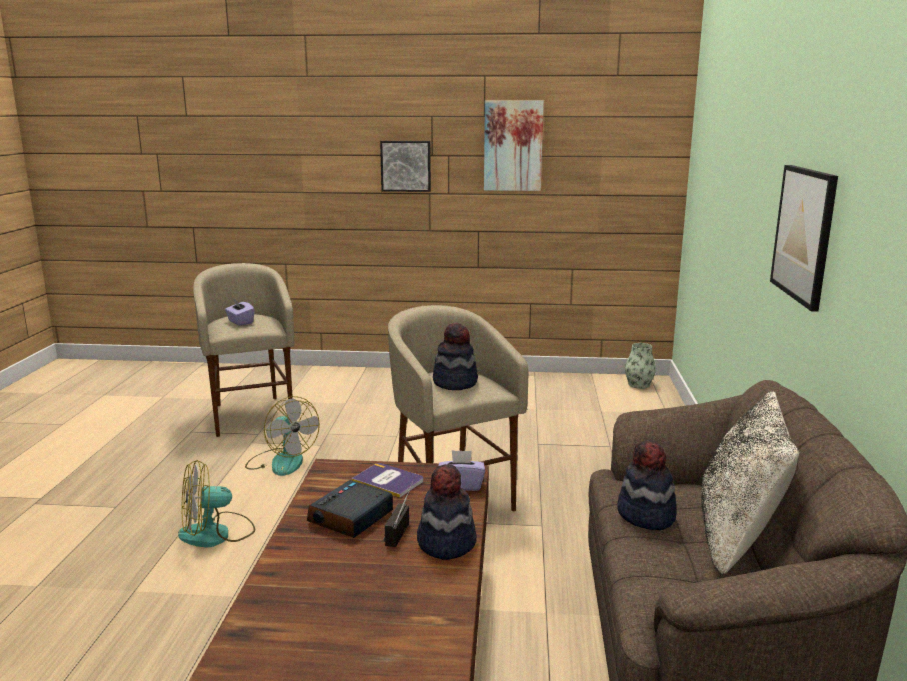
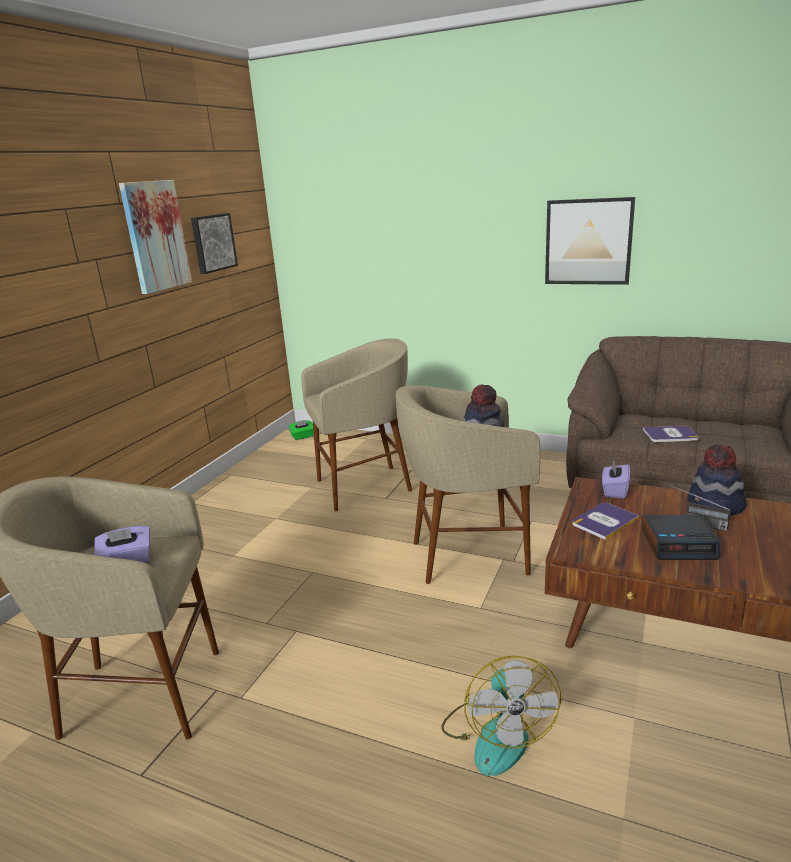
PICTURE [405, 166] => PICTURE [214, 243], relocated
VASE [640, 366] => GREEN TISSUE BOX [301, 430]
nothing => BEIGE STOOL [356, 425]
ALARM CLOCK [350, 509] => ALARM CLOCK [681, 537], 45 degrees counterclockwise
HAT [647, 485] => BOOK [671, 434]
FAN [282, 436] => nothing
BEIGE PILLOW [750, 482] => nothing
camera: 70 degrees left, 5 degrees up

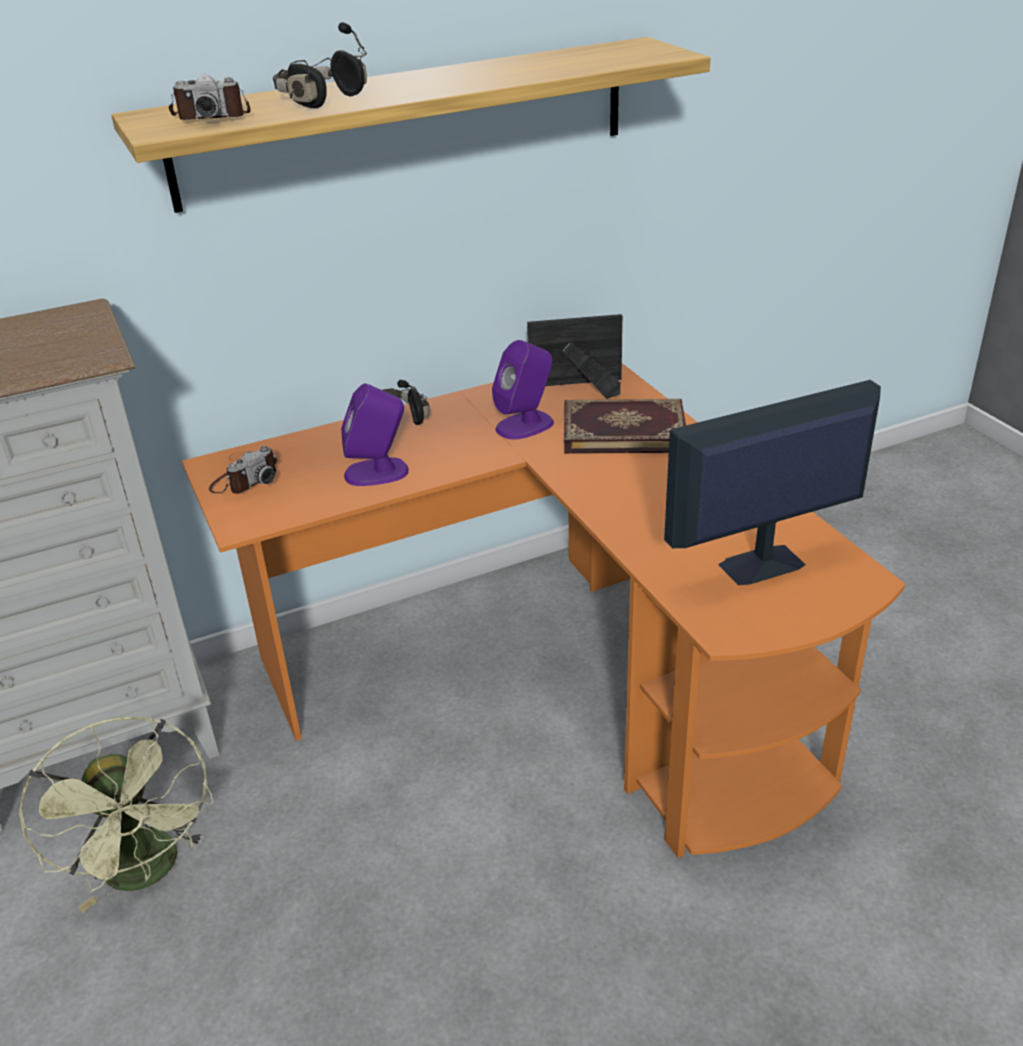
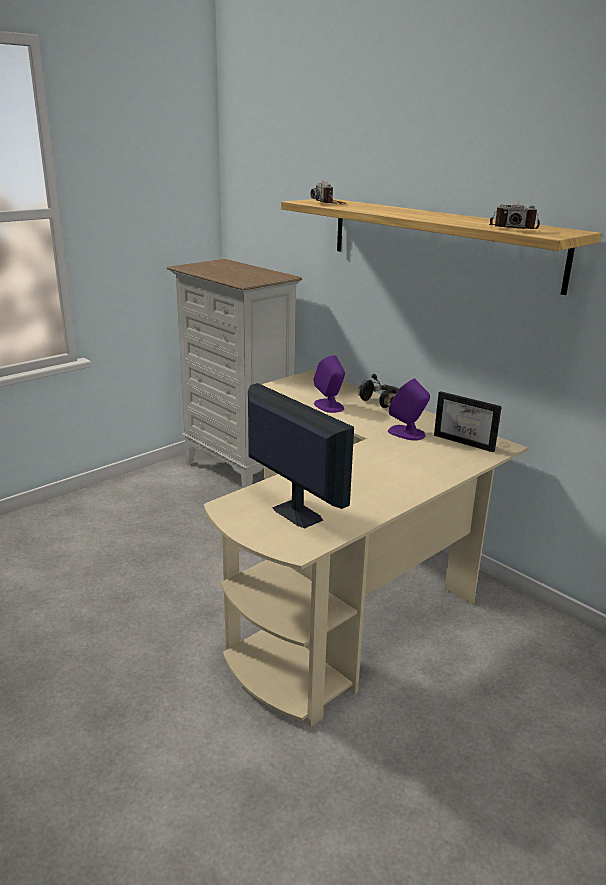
ORANGE DESK [543, 610] => BEIGE DESK [366, 548]
PICTURE FRAME [575, 356] => PICTURE FRAME [468, 421], 150 degrees clockwise
PHOTO CAMERA [243, 470] => PHOTO CAMERA [514, 215], relocated
GREEN FAN [116, 815] => nothing
BLACK HEADPHONES [320, 65] => nothing
BOOK [625, 426] => nothing
camera: 70 degrees right, 10 degrees down

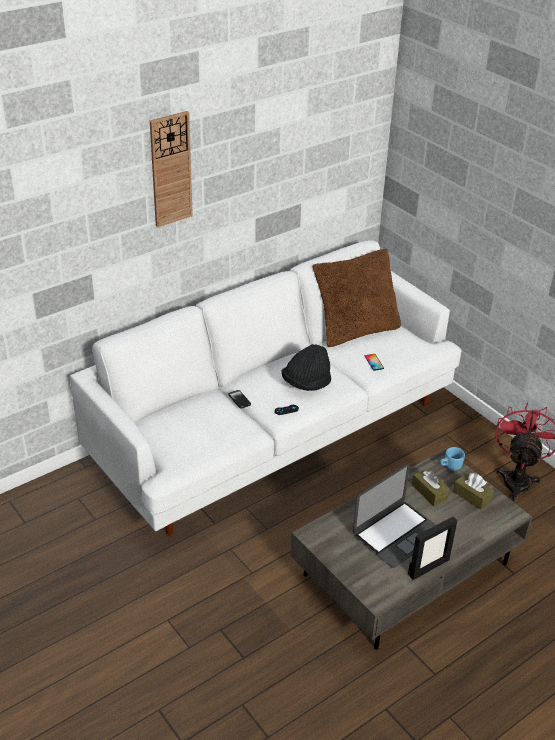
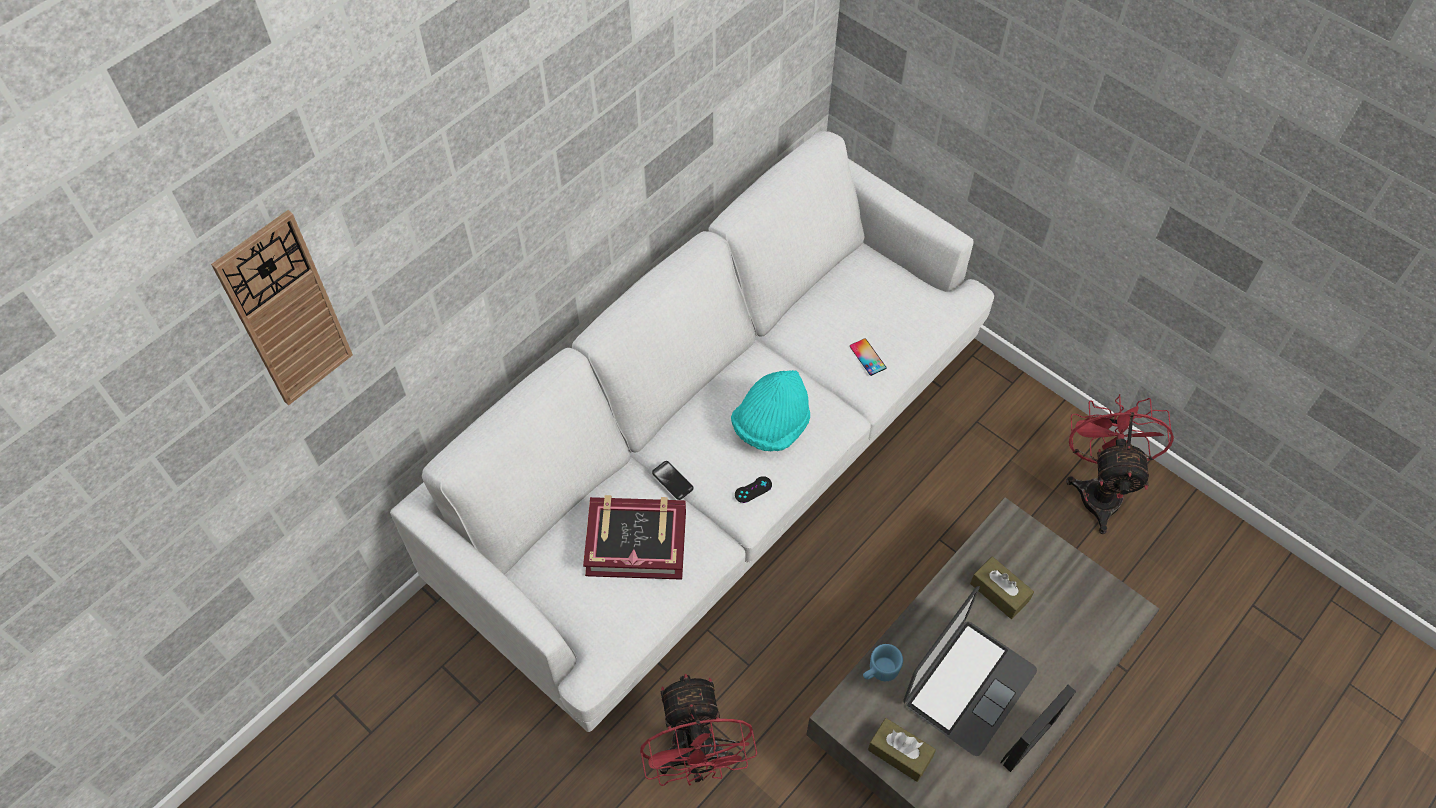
WALL CLOCK [171, 169] => WALL CLOCK [282, 307], relocated
nothing => BOOK [634, 537]
nothing => RED FAN [698, 729]
BLACK HAT [306, 367] => TURQUOISE HAT [770, 410]
BLUE MUG [452, 459] => BLUE MUG [883, 662], relocated
BROWN TISSUE BOX [473, 491] => BROWN TISSUE BOX [902, 750], relocated
BROWN PILLOW [357, 298] => nothing
camera: 10 degrees left, 20 degrees up

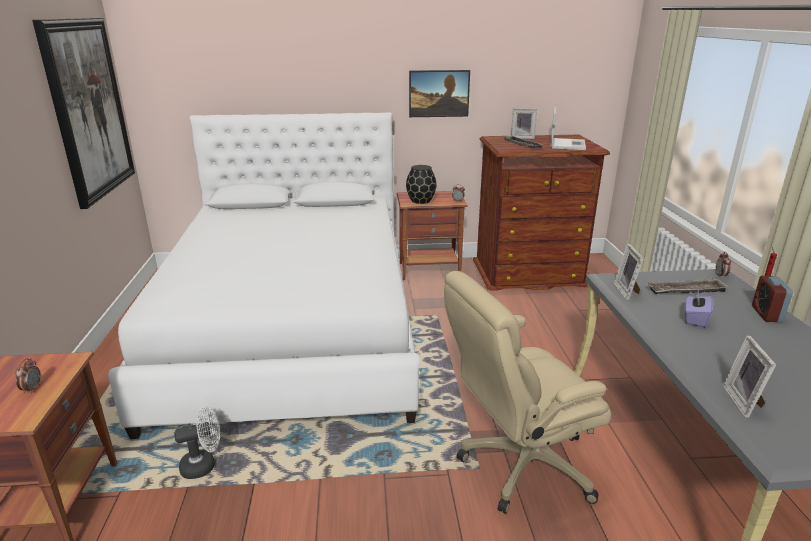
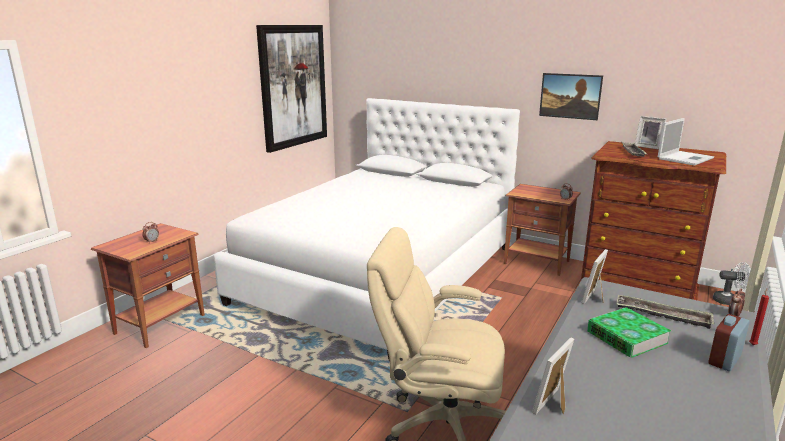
PURPLE TISSUE BOX [699, 309] => BOOK [629, 332]
WHITE FAN [197, 442] => WHITE FAN [732, 283], relocated
BLACK VASE [421, 184] => nothing
camera: 35 degrees right, 5 degrees down

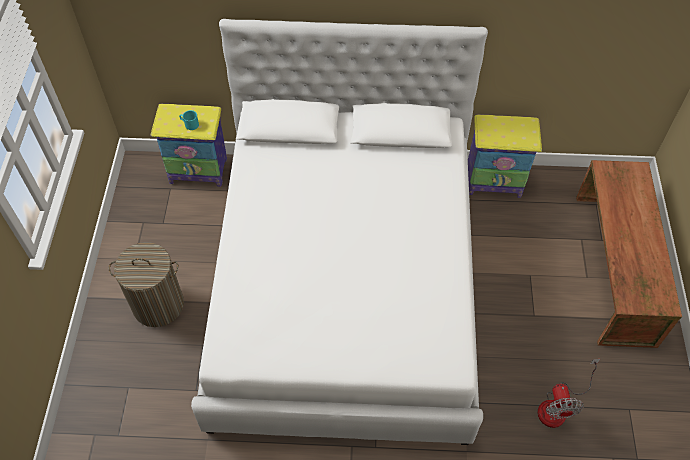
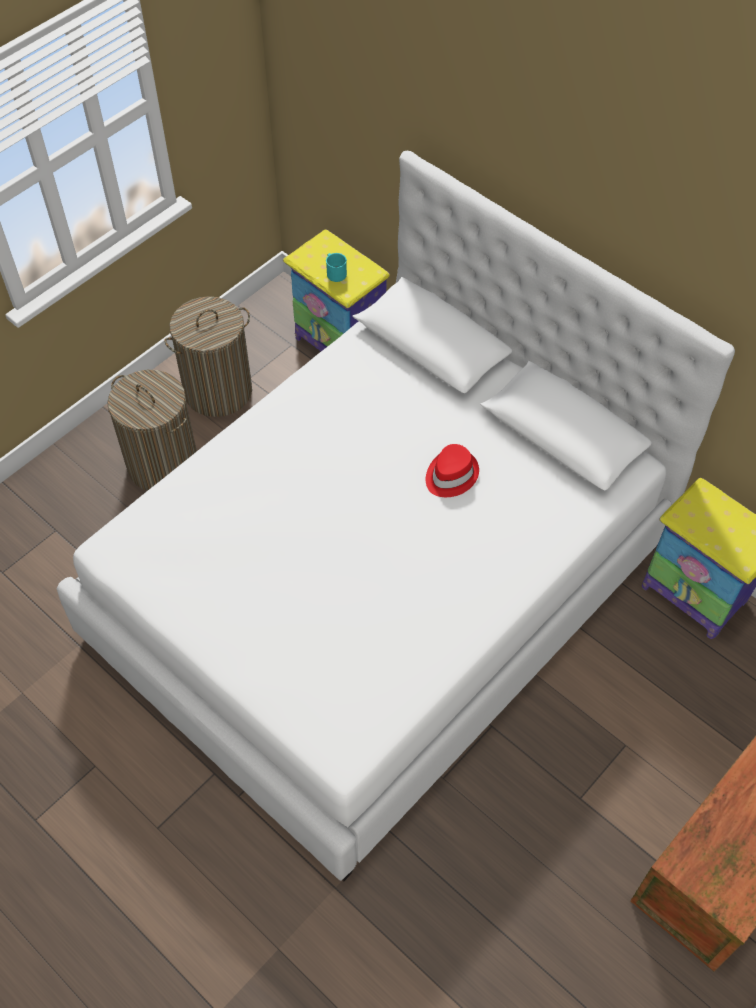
nothing => LAUNDRY BASKET [208, 356]
nothing => RED HAT [452, 470]
FAN [568, 393] => nothing
camera: 40 degrees right, 0 degrees up

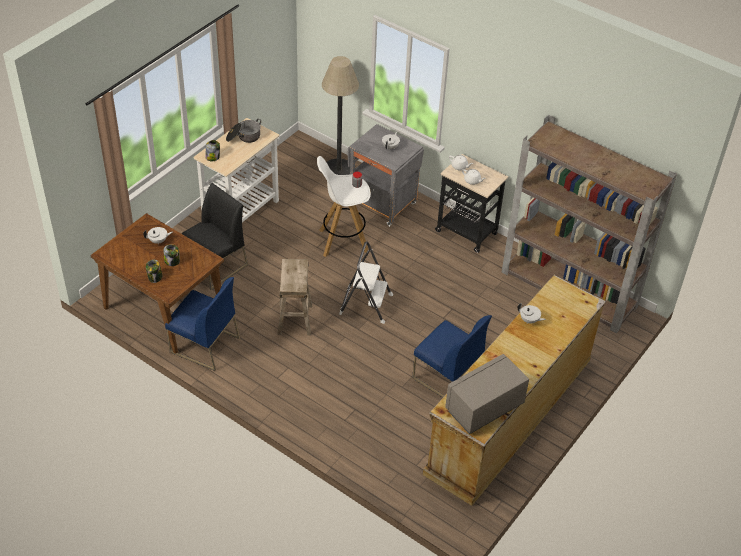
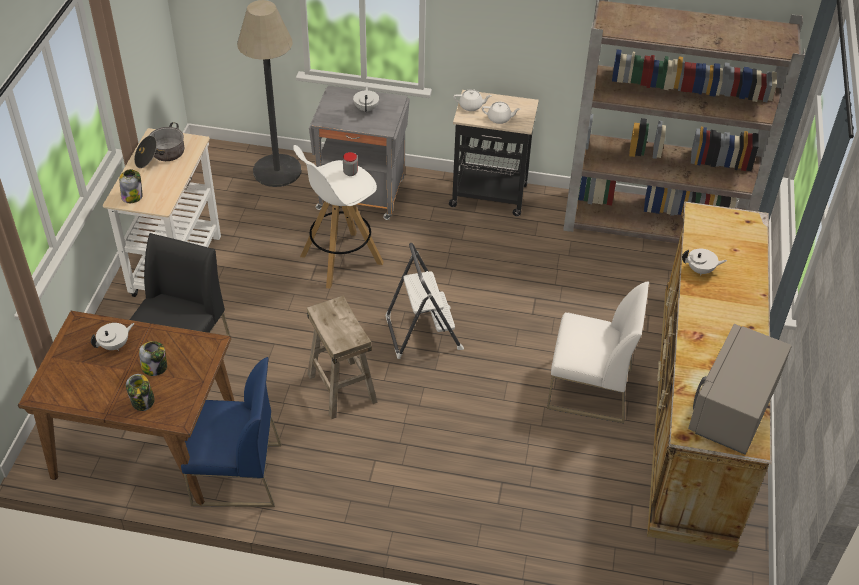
BLUE CHAIR [452, 356] => WHITE CHAIR [598, 352]
camera: 25 degrees left, 0 degrees up

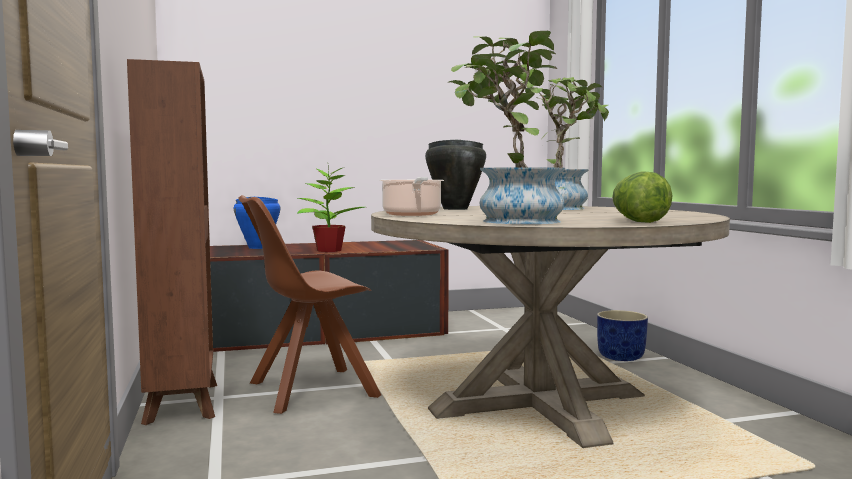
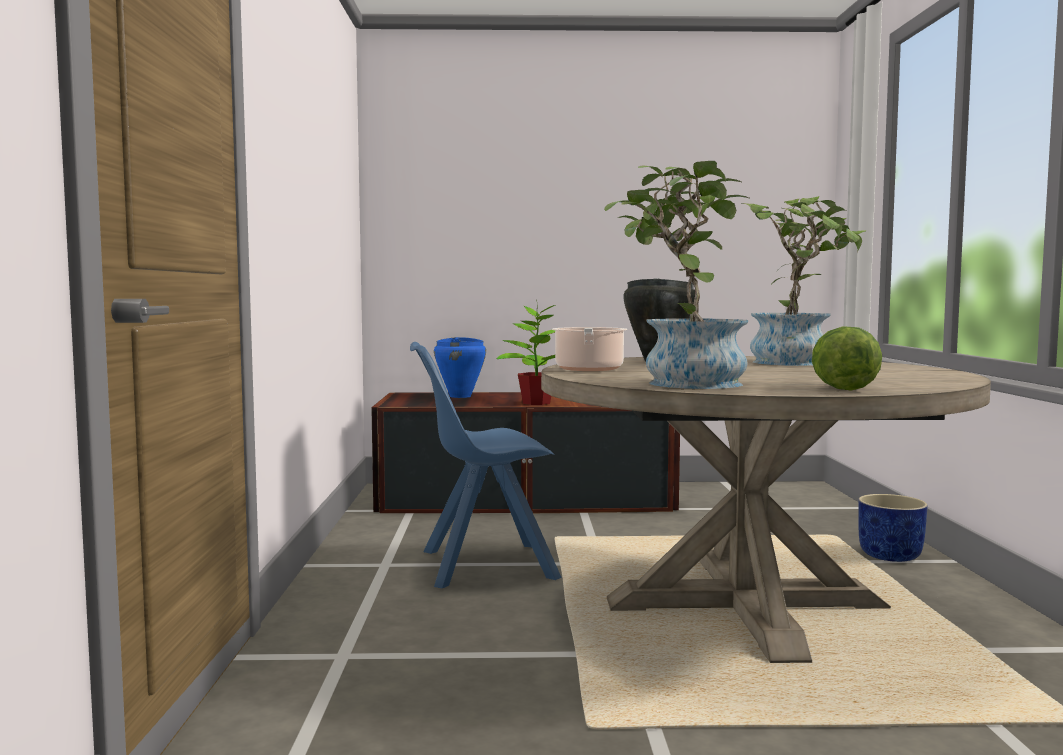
BROWN CHAIR [309, 304] => BLUE CHAIR [486, 465]
BROWN BOOKCASE [172, 242] => nothing
camera: 15 degrees right, 0 degrees up

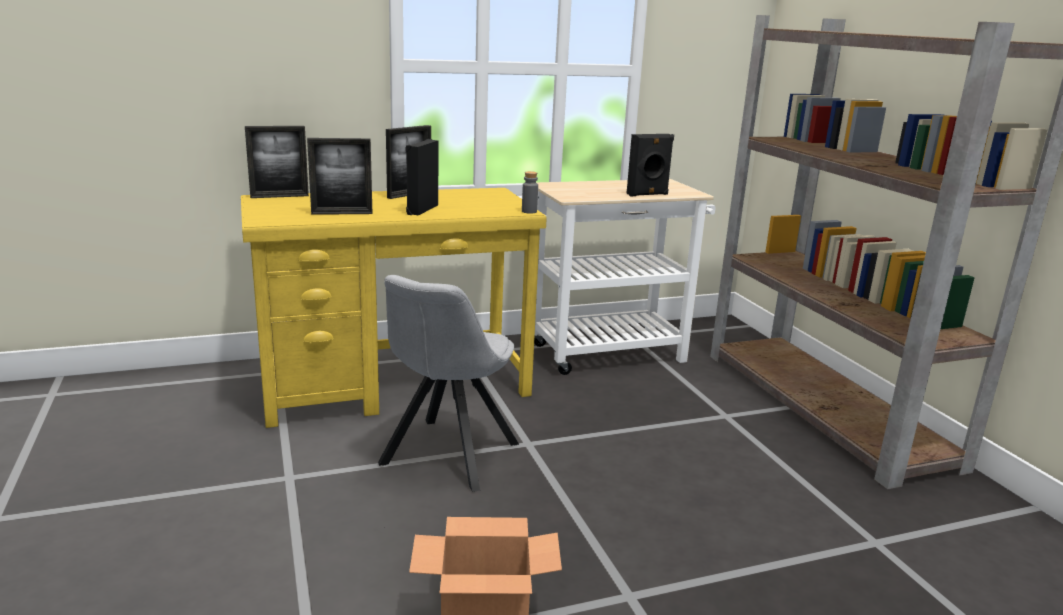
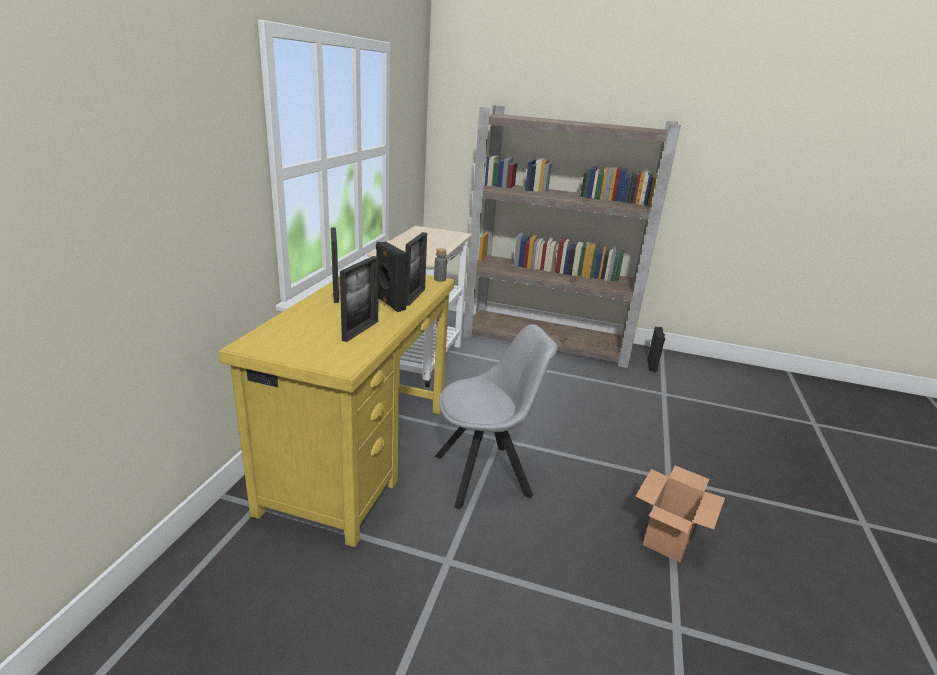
PICTURE FRAME [277, 162] => PICTURE FRAME [416, 269], relocated
GREY CHAIR [448, 383] => GREY CHAIR [496, 417], 75 degrees counterclockwise
BLACK SPEAKER [650, 165] => BLACK SPEAKER [656, 349], relocated
camera: 55 degrees left, 5 degrees up

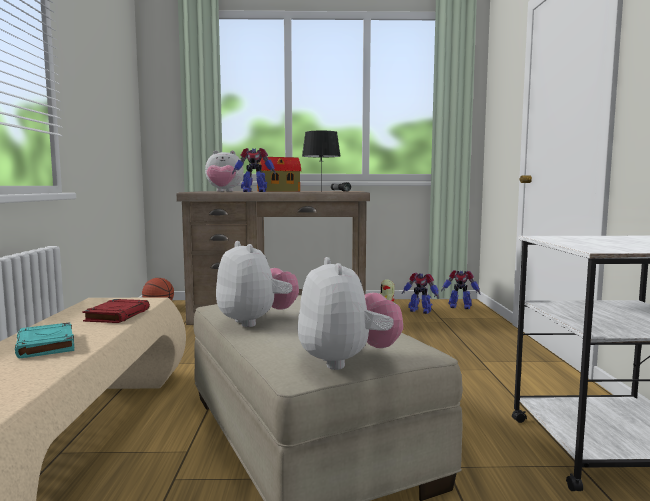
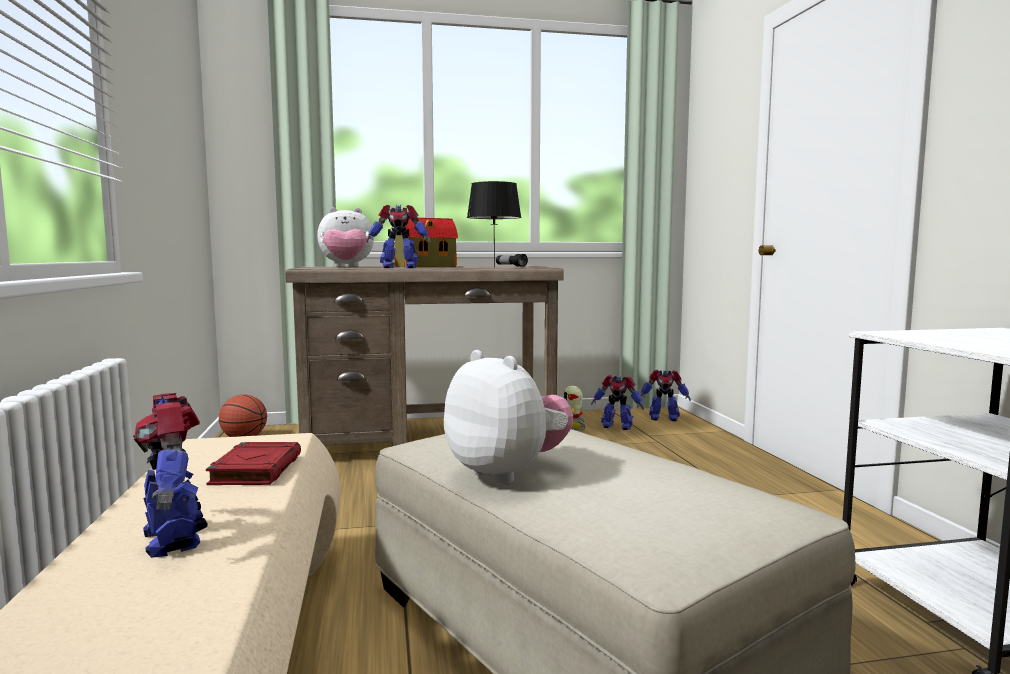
TURQUOISE BOOK [44, 340] => TOY ROBOT [170, 475]
PLUSH TOY [350, 313] => nothing
camera: 10 degrees left, 0 degrees up

